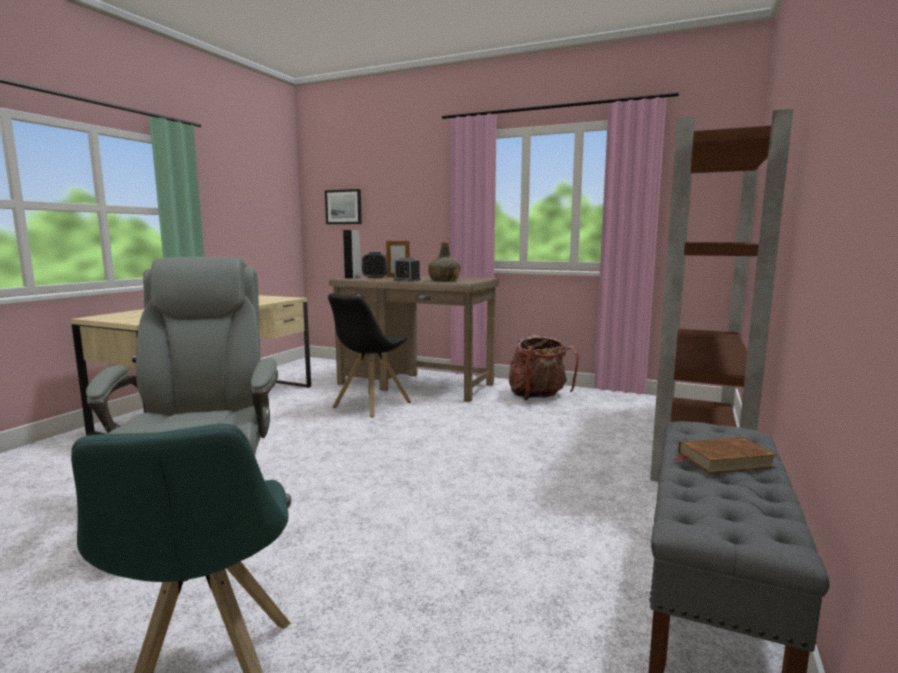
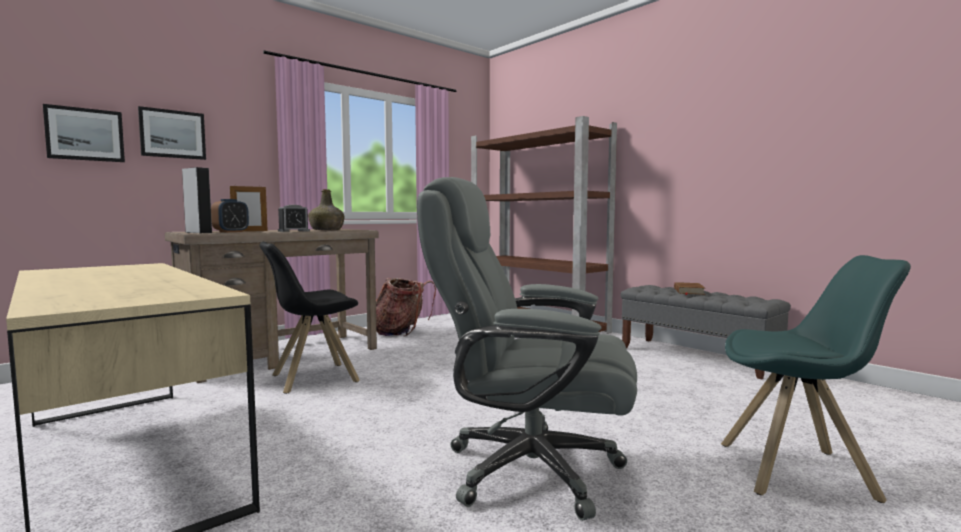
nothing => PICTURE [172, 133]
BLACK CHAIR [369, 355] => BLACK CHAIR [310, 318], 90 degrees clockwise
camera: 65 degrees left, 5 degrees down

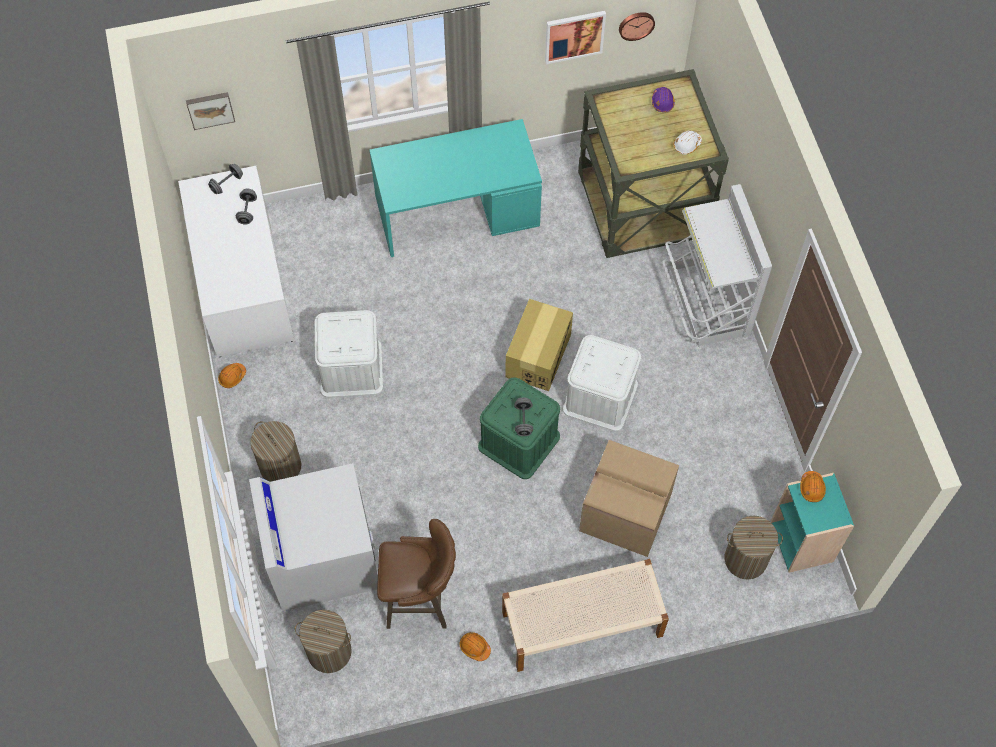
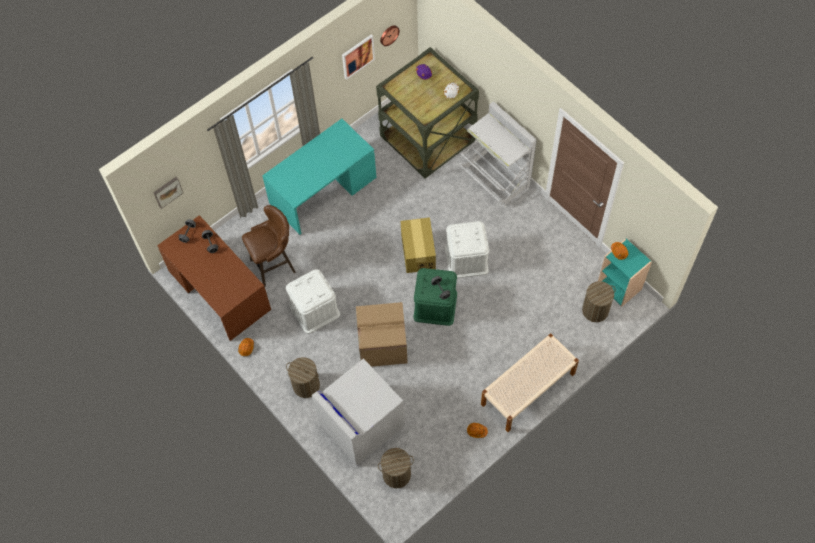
WHITE DESK [236, 261] => BROWN DESK [214, 278]
BROWN STOOL [416, 574] => BROWN STOOL [269, 246], relocated
CARDBOARD BOX [629, 498] => CARDBOARD BOX [382, 334], relocated
camera: 25 degrees left, 0 degrees up

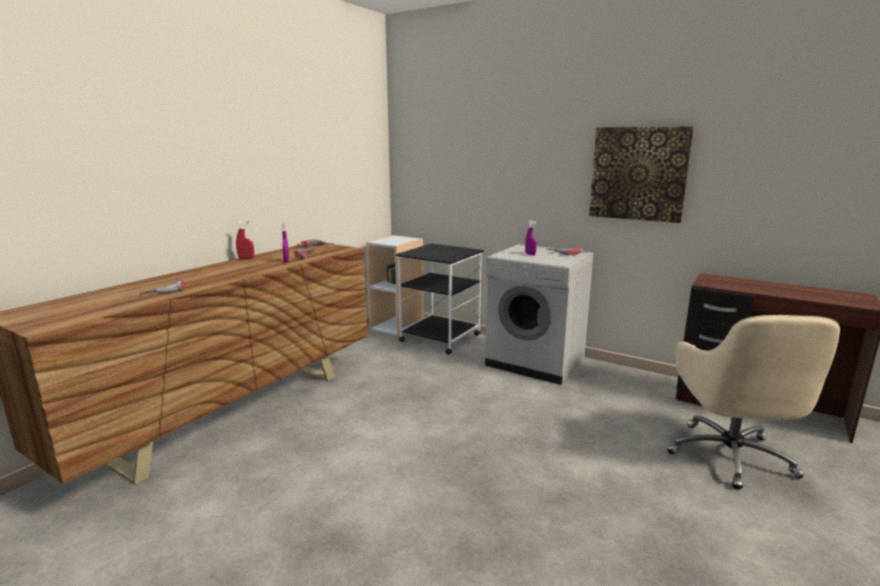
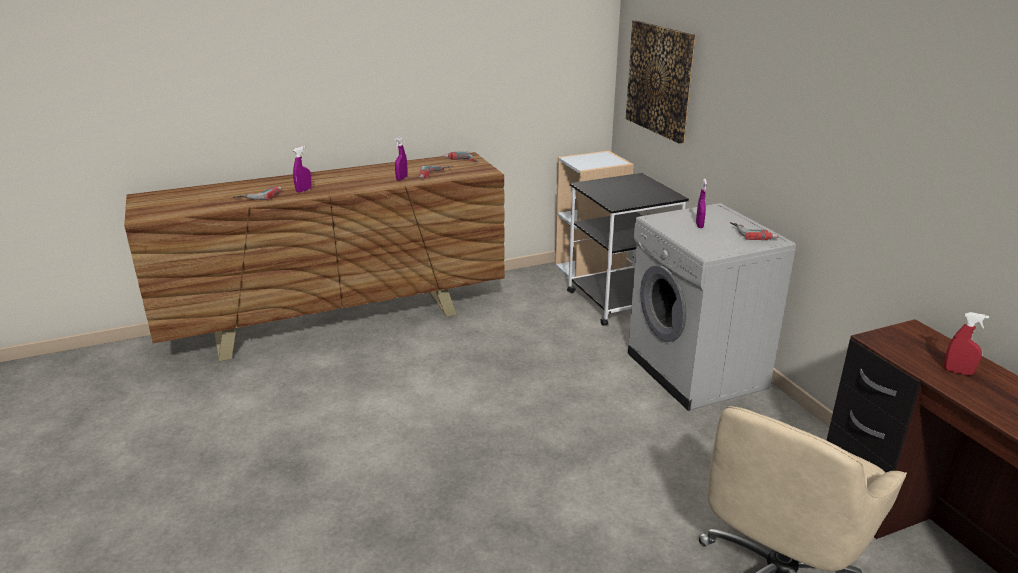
nothing => PURPLE SPRAY BOTTLE [302, 169]
PICTURE [641, 174] => PICTURE [661, 82], relocated
RED SPRAY BOTTLE [245, 240] => RED SPRAY BOTTLE [966, 343], relocated
camera: 35 degrees right, 10 degrees up

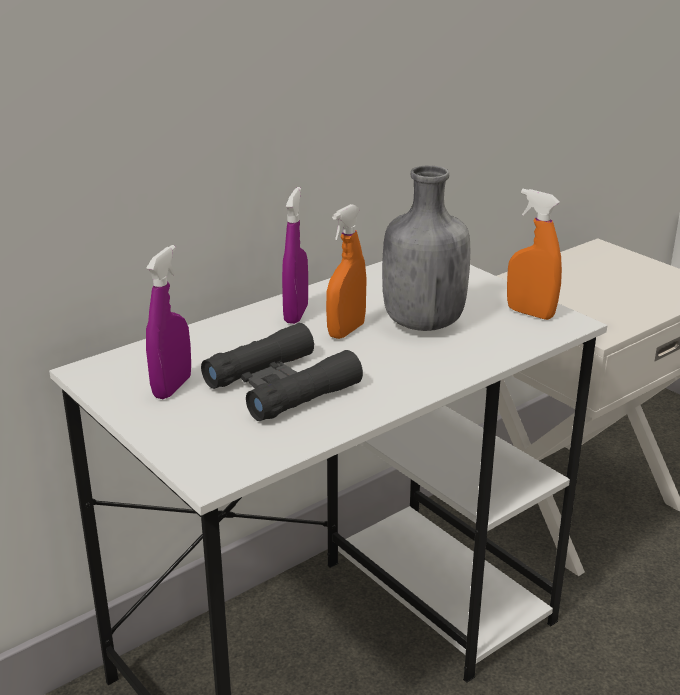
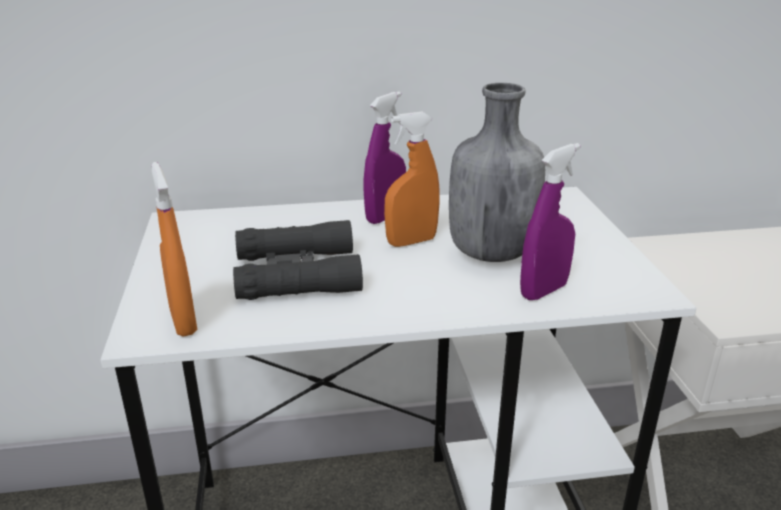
ORANGE SPRAY BOTTLE [534, 254] => ORANGE SPRAY BOTTLE [175, 249], relocated
PURPLE SPRAY BOTTLE [168, 322] => PURPLE SPRAY BOTTLE [550, 221], relocated
camera: 30 degrees right, 0 degrees up

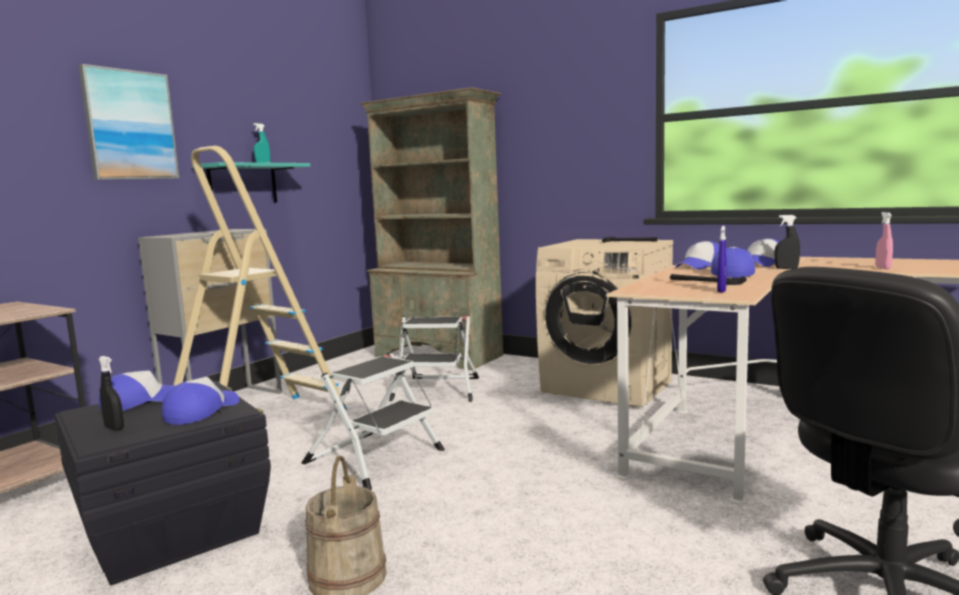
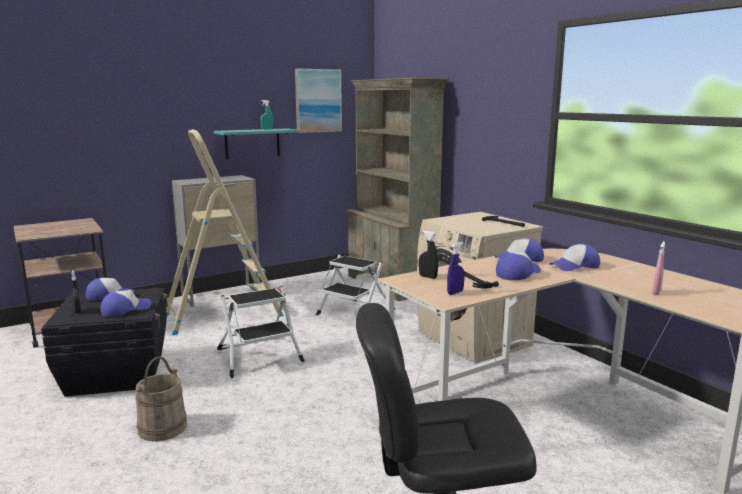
PICTURE [128, 122] => PICTURE [318, 101], relocated
BLACK SPRAY BOTTLE [787, 242] => BLACK SPRAY BOTTLE [428, 254], relocated
camera: 25 degrees right, 5 degrees up

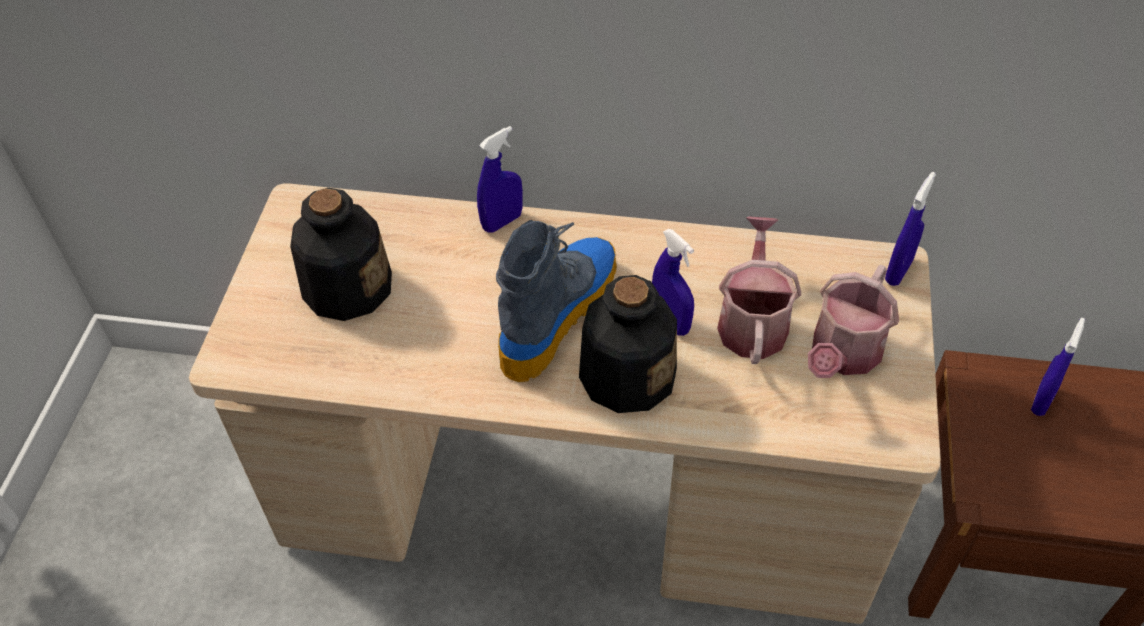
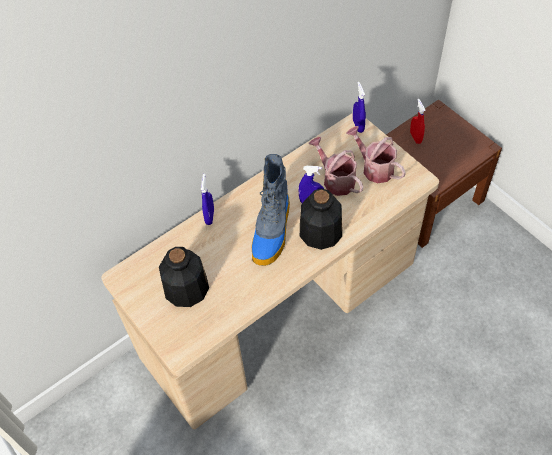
BOOT [556, 301] => BOOT [270, 210], 150 degrees counterclockwise
WATERING CAN [853, 321] => WATERING CAN [376, 154], 150 degrees clockwise
BLUE SPRAY BOTTLE [1058, 367] => RED SPRAY BOTTLE [418, 121]
camera: 45 degrees left, 5 degrees up

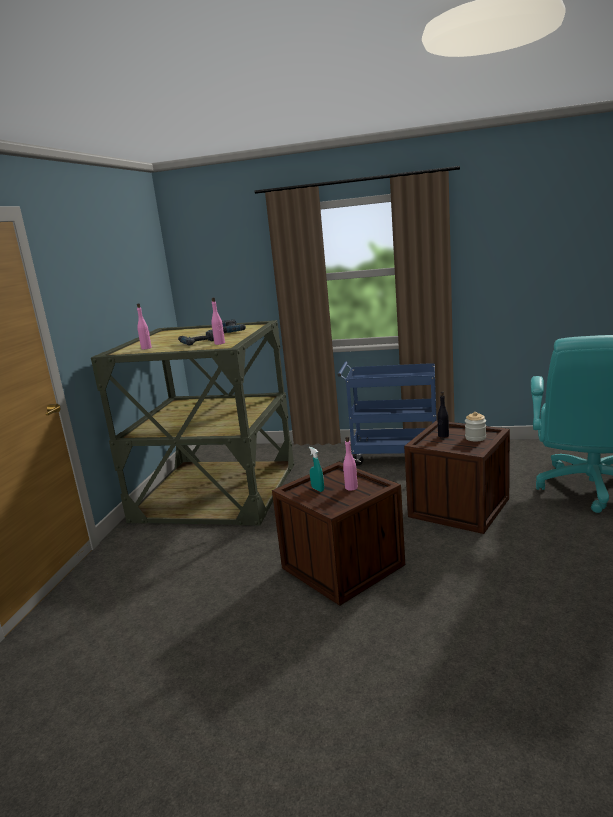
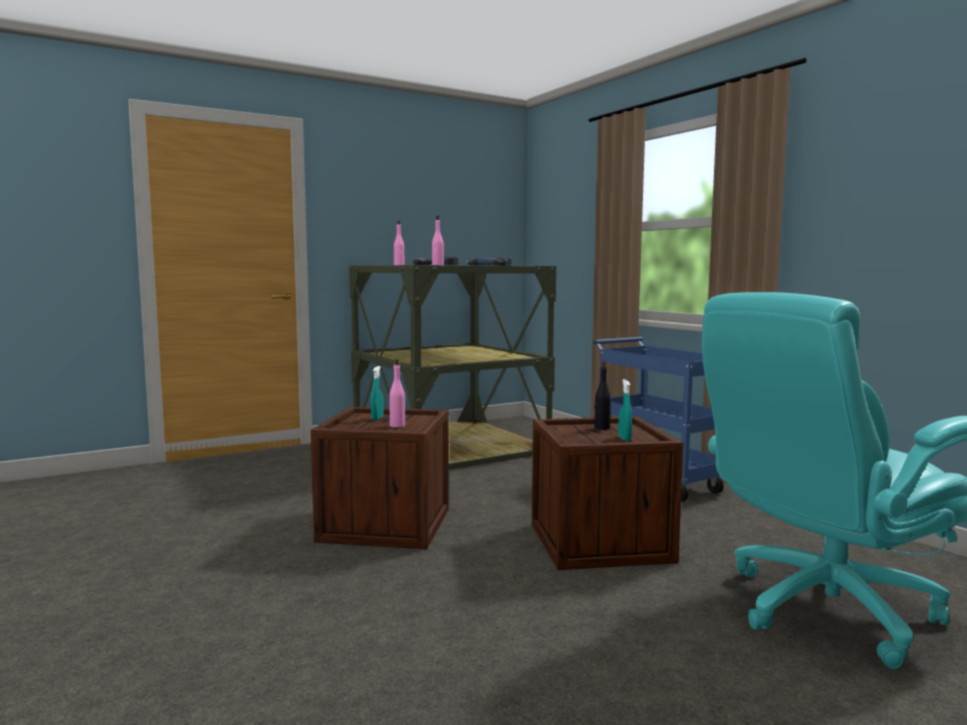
JAR [475, 427] => TURQUOISE SPRAY BOTTLE [625, 410]
camera: 45 degrees right, 10 degrees down

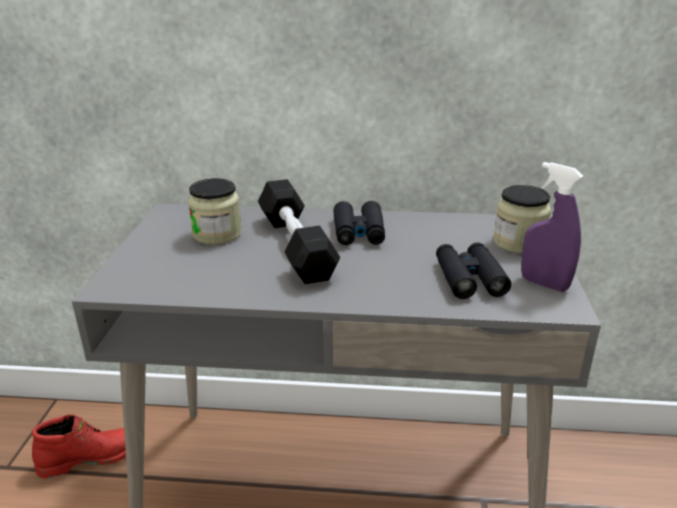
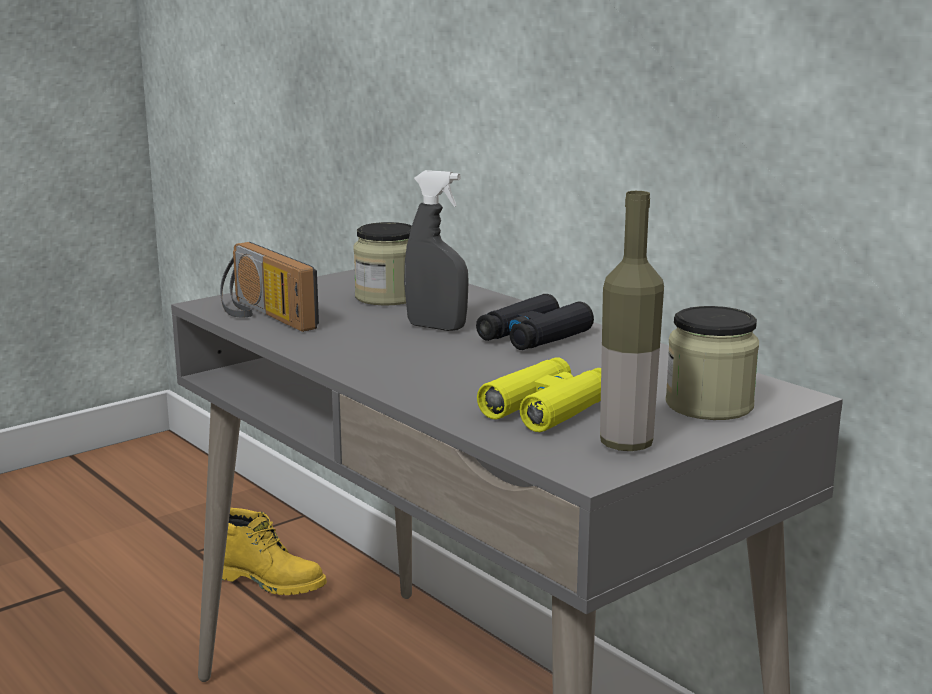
nothing => RADIO [269, 287]
RED BOOT [79, 446] => YELLOW BOOT [274, 551]
BLACK DUMBBELL [299, 231] => GREY SPRAY BOTTLE [436, 250]
BLACK BINOCULARS [473, 270] => YELLOW BINOCULARS [539, 394]
PURPLE SPRAY BOTTLE [552, 227] => BOTTLE [632, 321]
camera: 45 degrees right, 10 degrees down

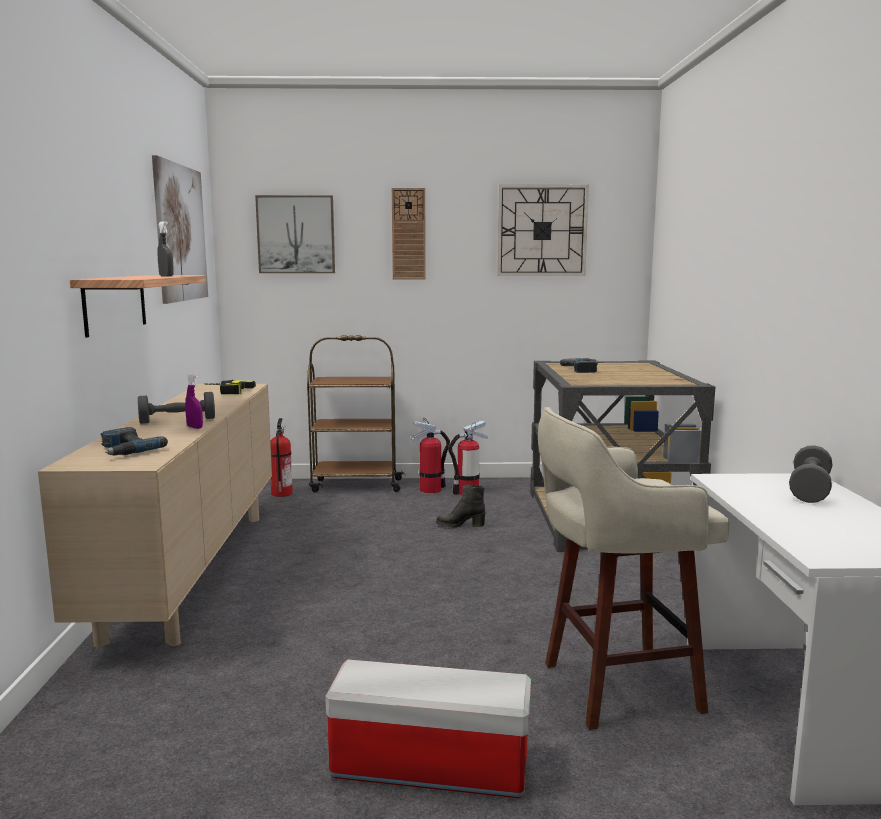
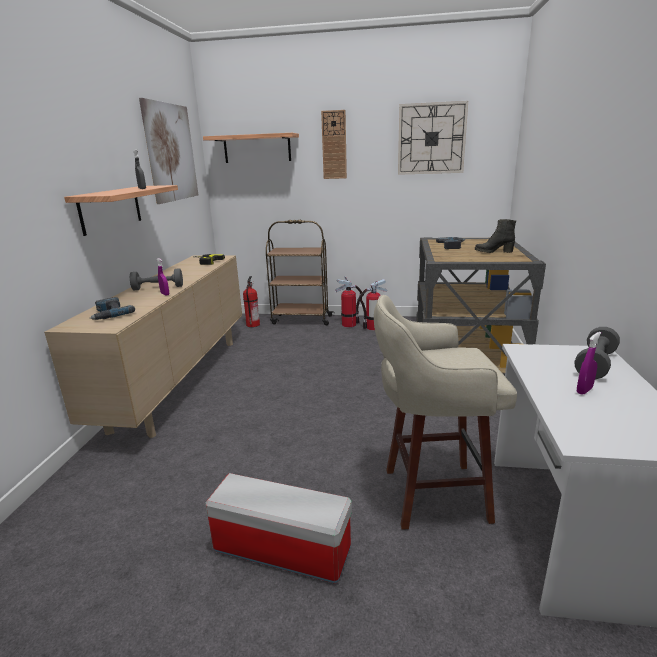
PICTURE [295, 234] => SHELF [251, 148]
BLACK BOOT [461, 506] => BLACK BOOT [495, 236], relocated
nothing => PURPLE SPRAY BOTTLE [589, 363]
camera: 10 degrees right, 10 degrees up

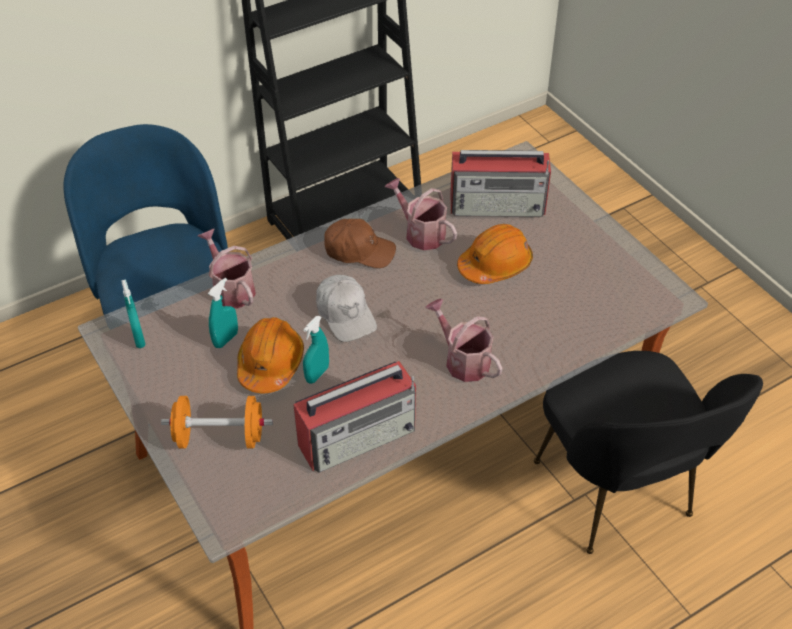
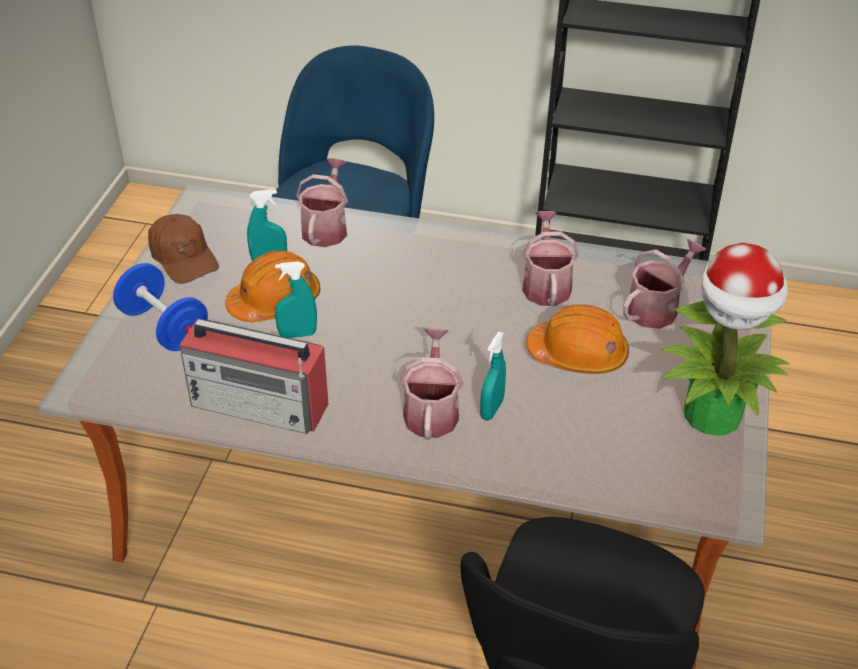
ORANGE DUMBBELL [217, 422] => BLUE DUMBBELL [160, 307]
BROWN CAP [360, 243] => BROWN CAP [183, 249], relocated
TURQUOISE SPRAY BOTTLE [133, 313] => TURQUOISE SPRAY BOTTLE [493, 376], relocated
RADIO [500, 183] => WATERING CAN [664, 284]
nothing => POTTED PLANT [725, 339]
WHITE CAP [346, 308] => nothing
camera: 45 degrees right, 5 degrees down

